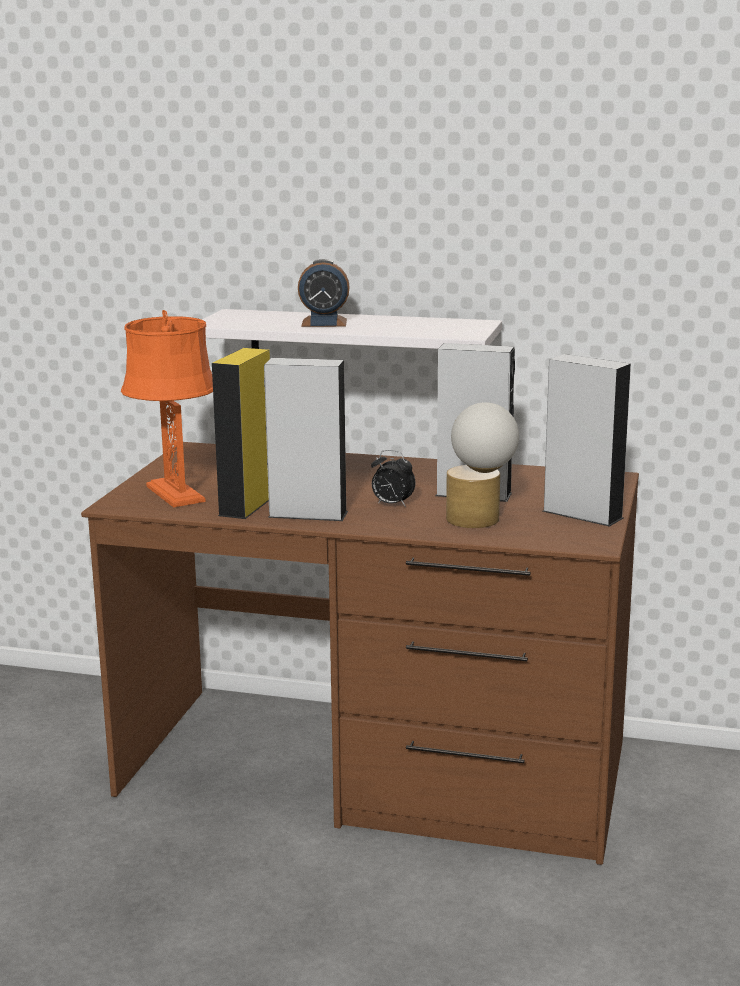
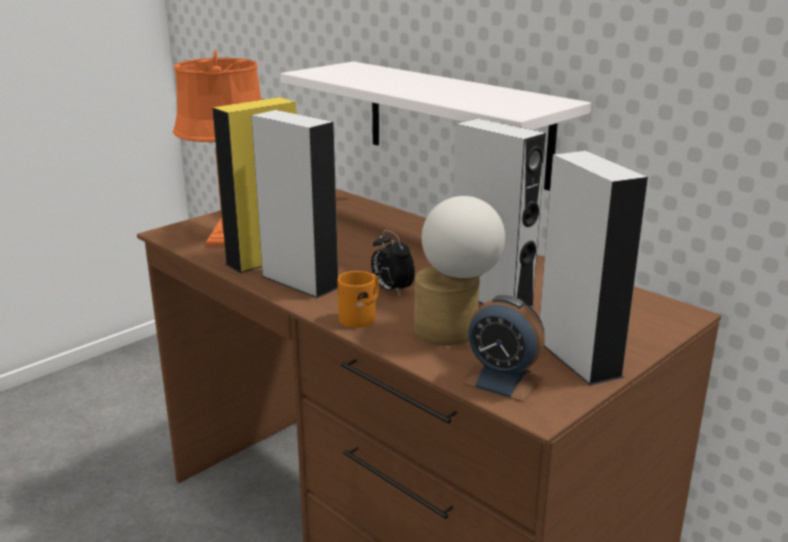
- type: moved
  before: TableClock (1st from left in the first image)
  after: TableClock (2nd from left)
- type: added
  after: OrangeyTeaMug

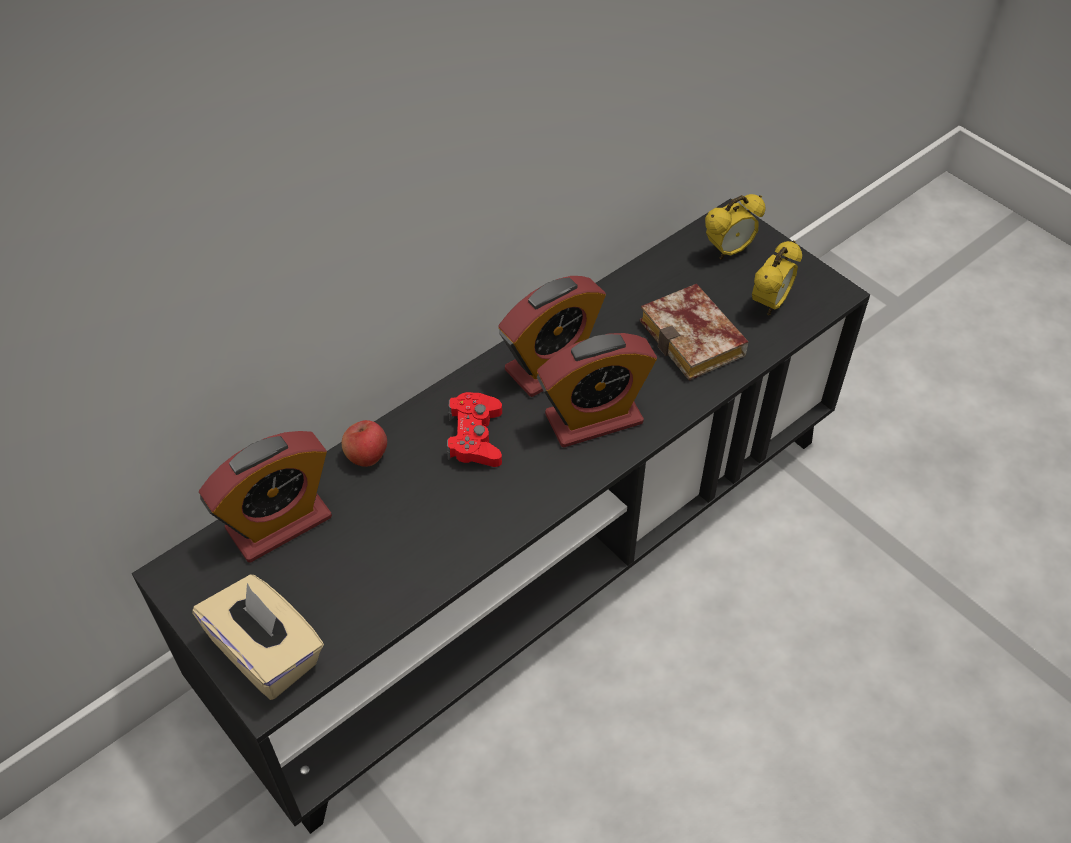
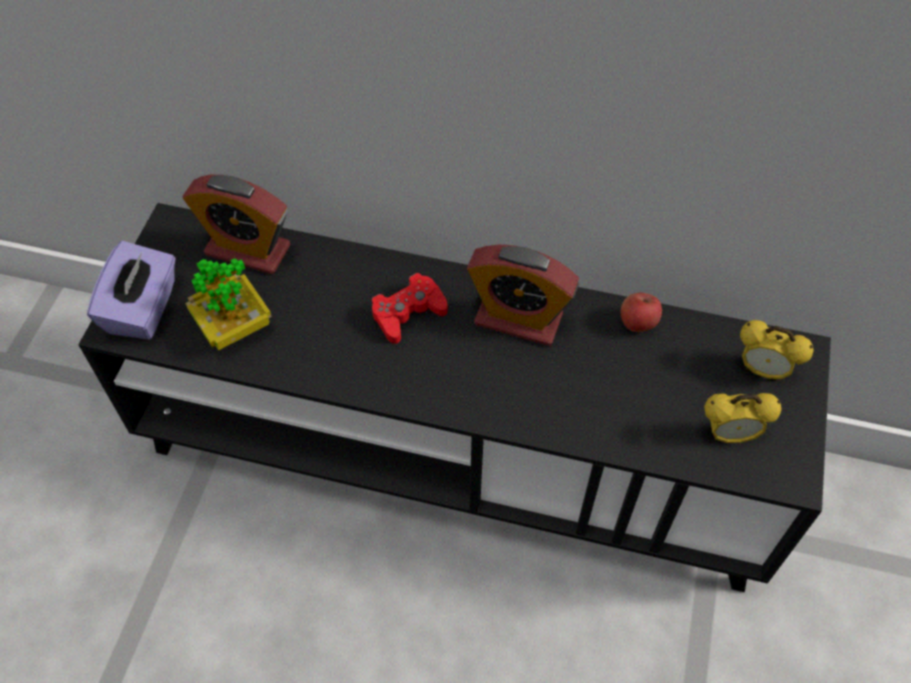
- type: removed
  before: Volume
- type: removed
  before: TableClock (3rd from left)
- type: moved
  before: Apple
- type: recoloured
  before: BeigeTissueBox
  after: PurplishTissueBox
- type: added
  after: PottedPlant

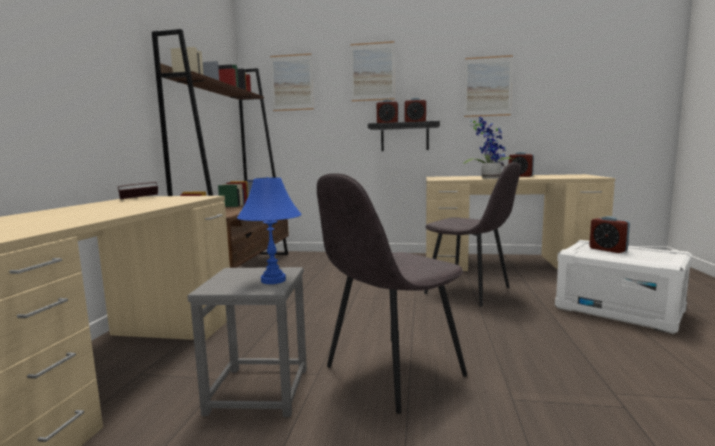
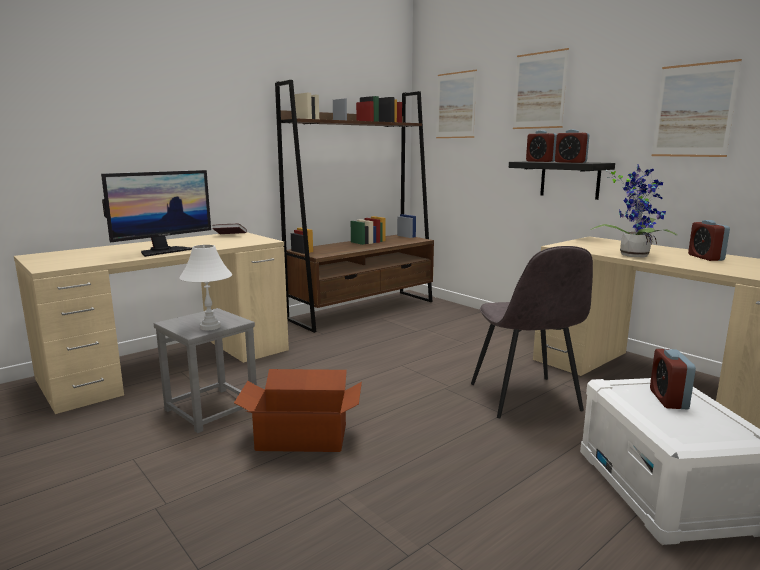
- type: replaced
  before: GreyPlainChair (1st from left)
  after: Carton
- type: recoloured
  before: BlueLampForATable
  after: WhiteLampForATable
- type: added
  after: Monitor

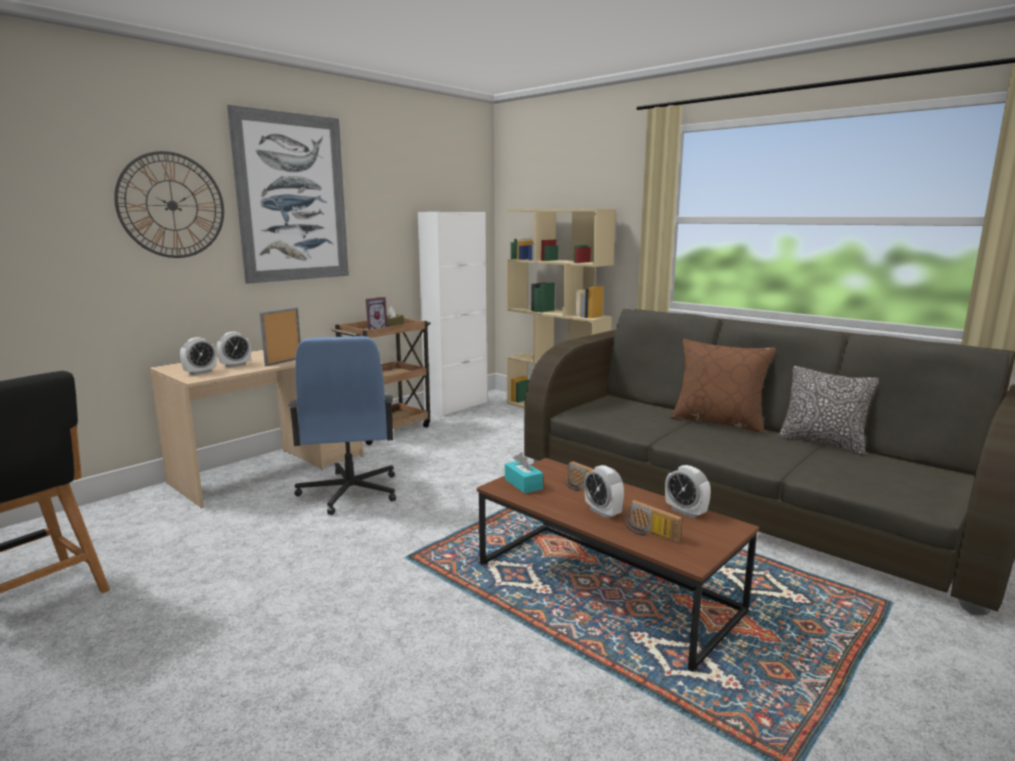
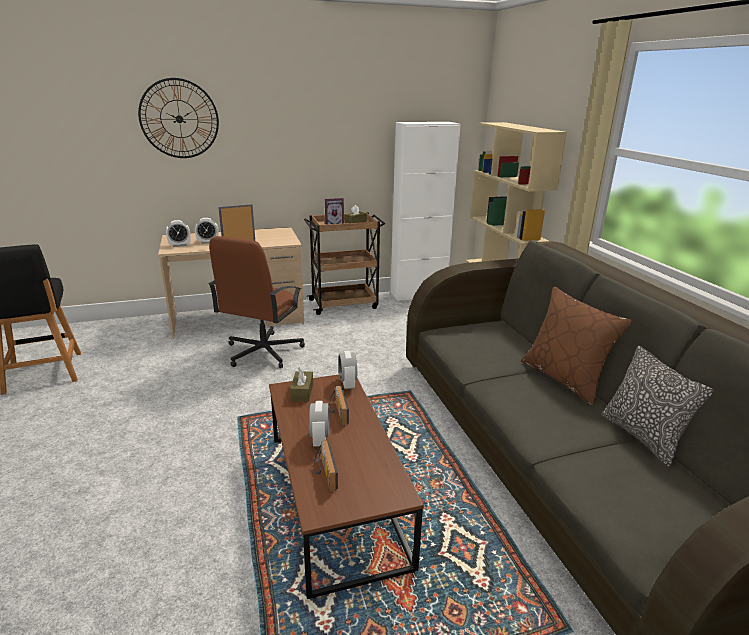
- type: removed
  before: WallPicture
- type: recoloured
  before: BlueOfficeChair
  after: BrownishOfficeChair
- type: recoloured
  before: TurquoiseTissueBox
  after: BrownishTissueBox (1st from left)
- type: moved
  before: TableClock (4th from left)

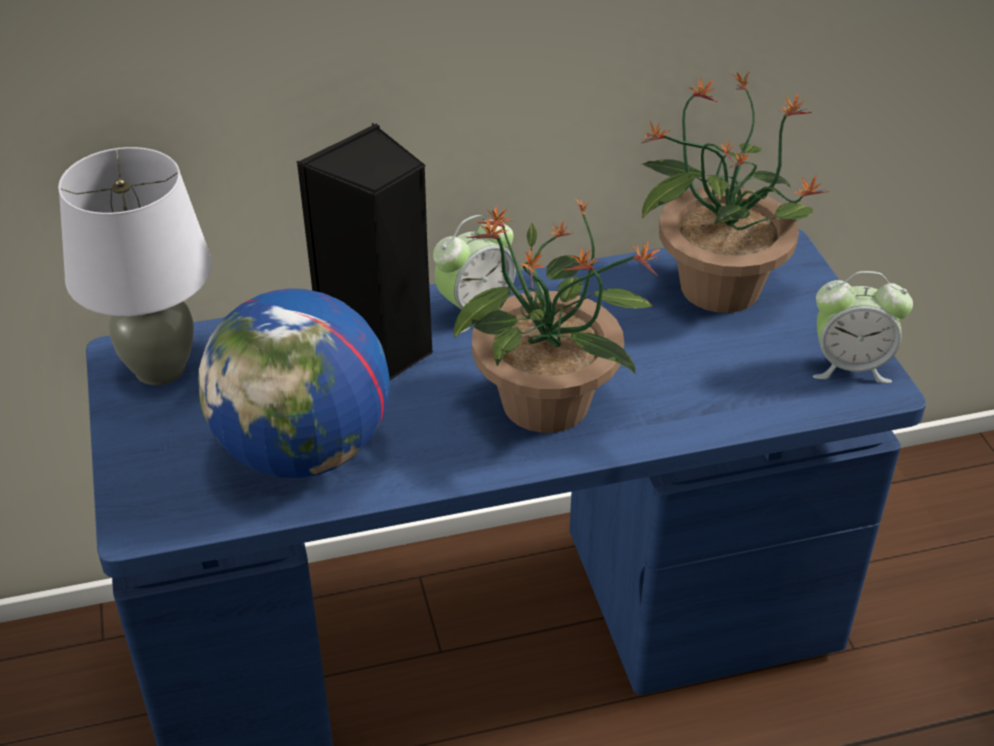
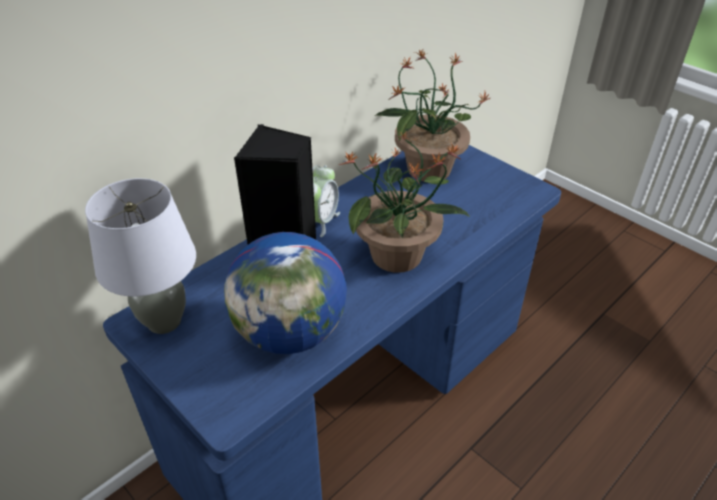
- type: removed
  before: TableClock (2nd from left)

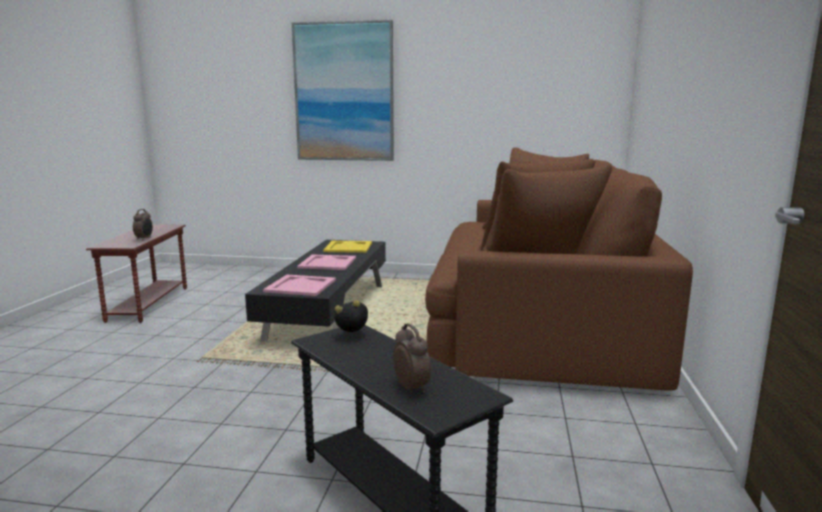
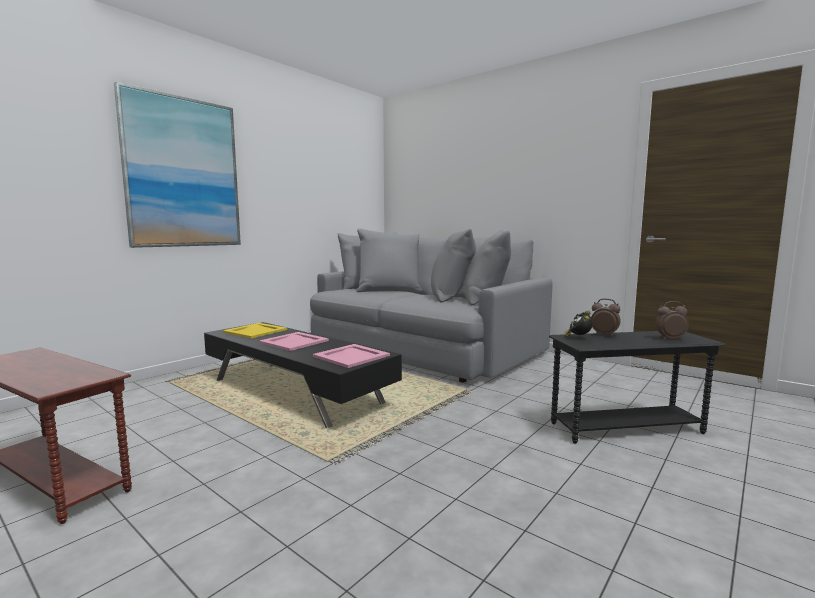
- type: recoloured
  before: BrownishSettee
  after: GreySettee
- type: moved
  before: TableClock (1st from left in the first image)
  after: TableClock (2nd from left)

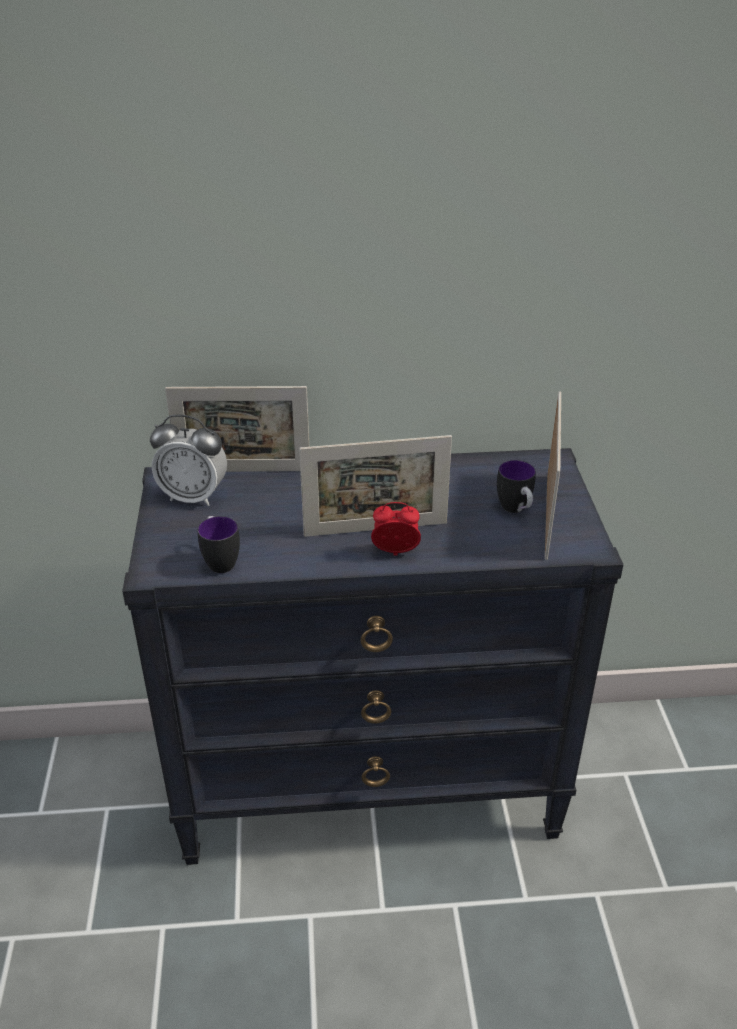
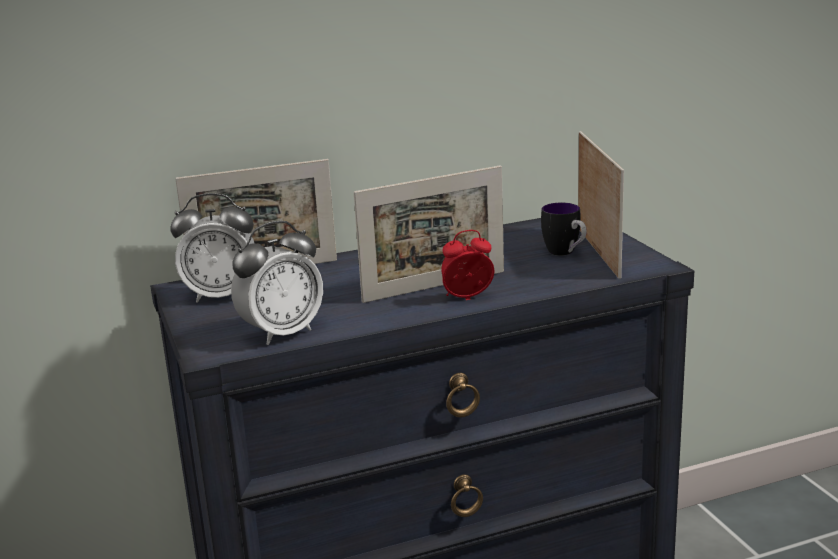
- type: replaced
  before: TeaMug (1st from left)
  after: TableClock (2nd from left)

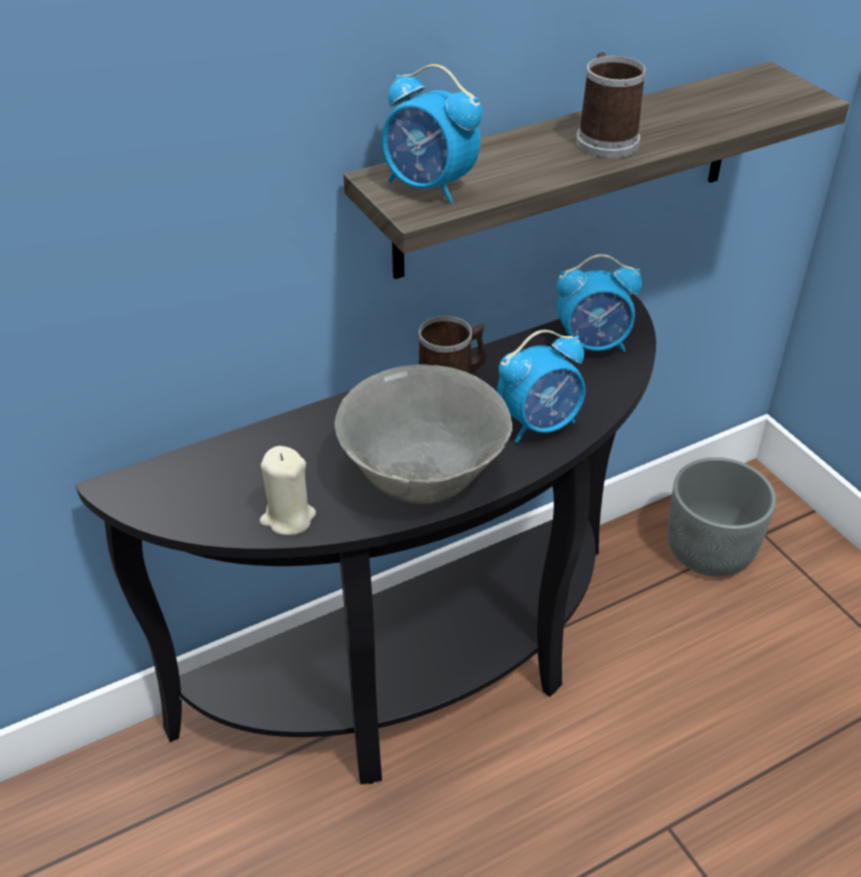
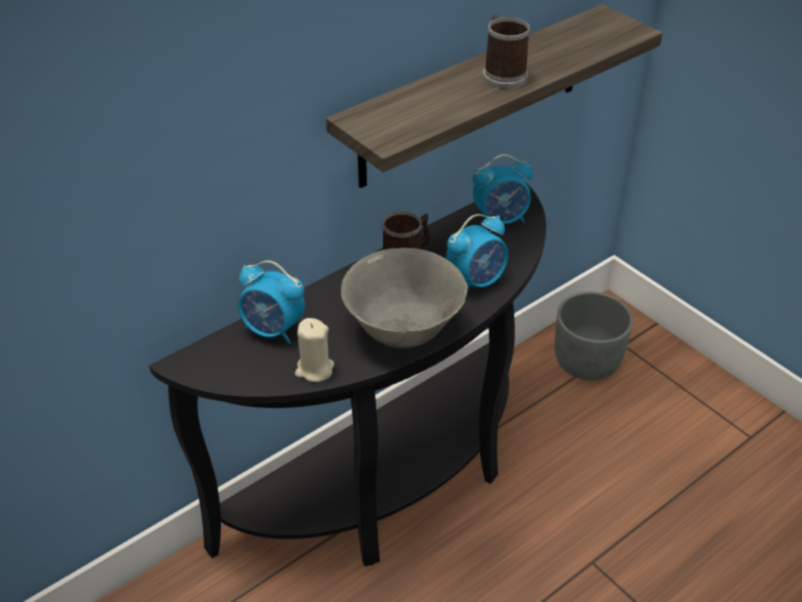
- type: moved
  before: TableClock (1st from left)

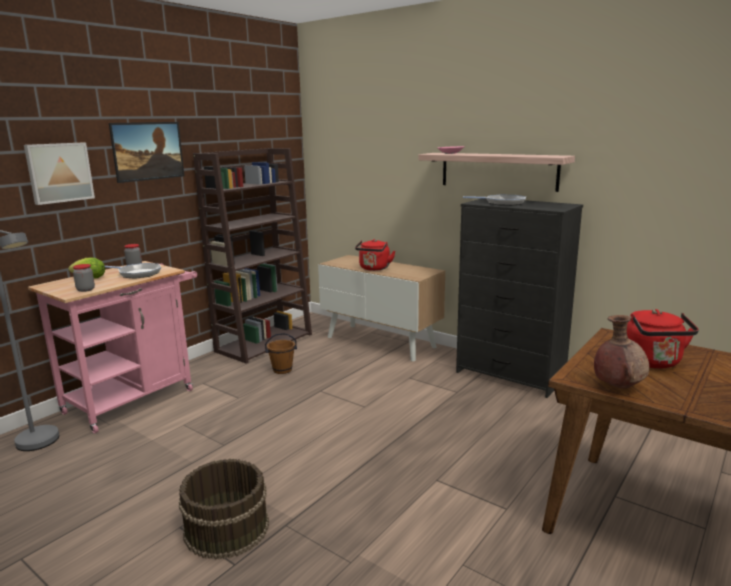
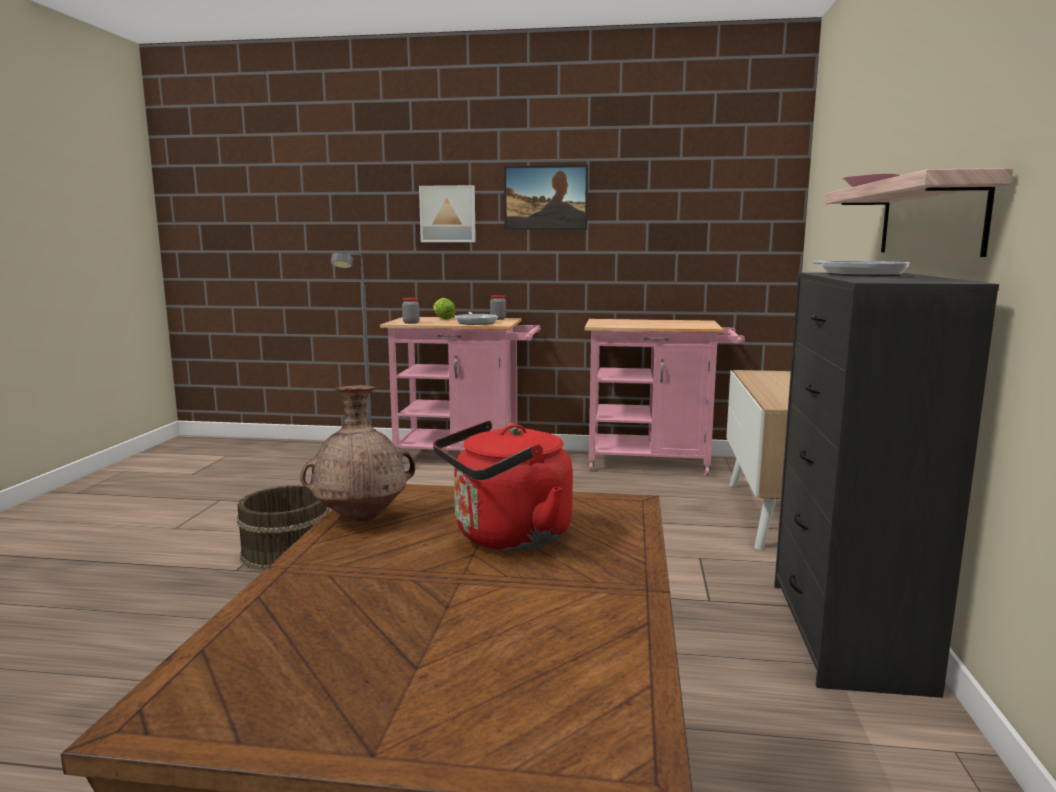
- type: replaced
  before: BrownishBookshelf
  after: PinkWheeledCart (2nd from left)
- type: removed
  before: ReddishTeaKettle (1st from left)
- type: removed
  before: BrownishBucket (2nd from left)

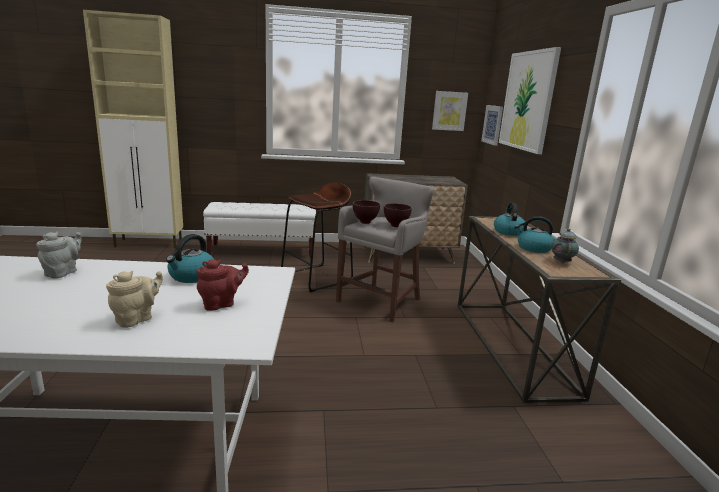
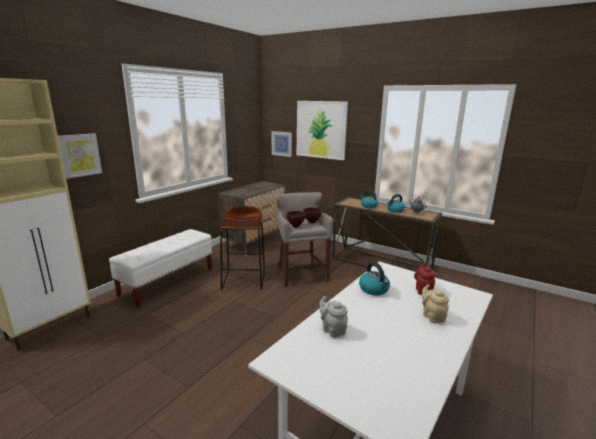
- type: moved
  before: WallPicture (1st from left)

